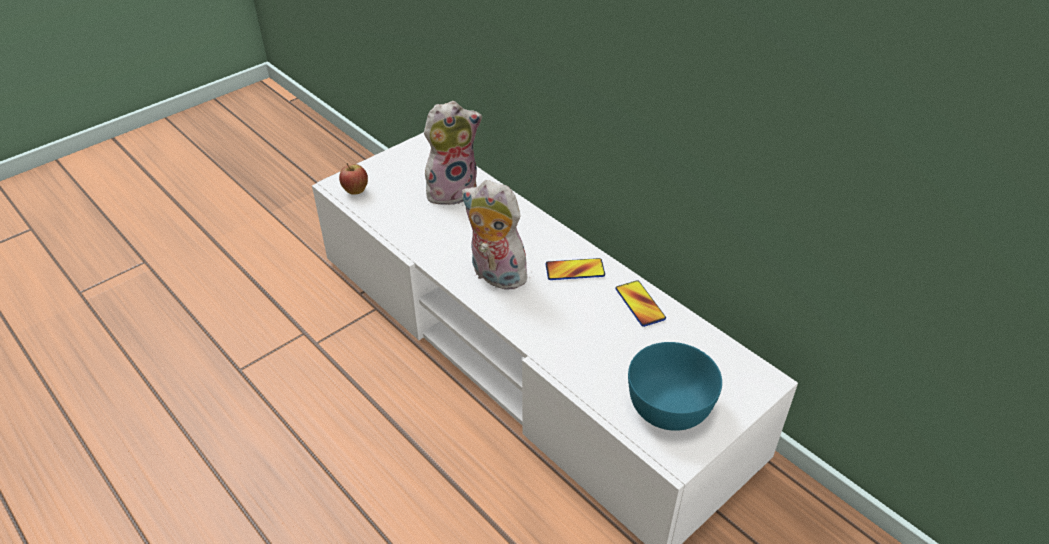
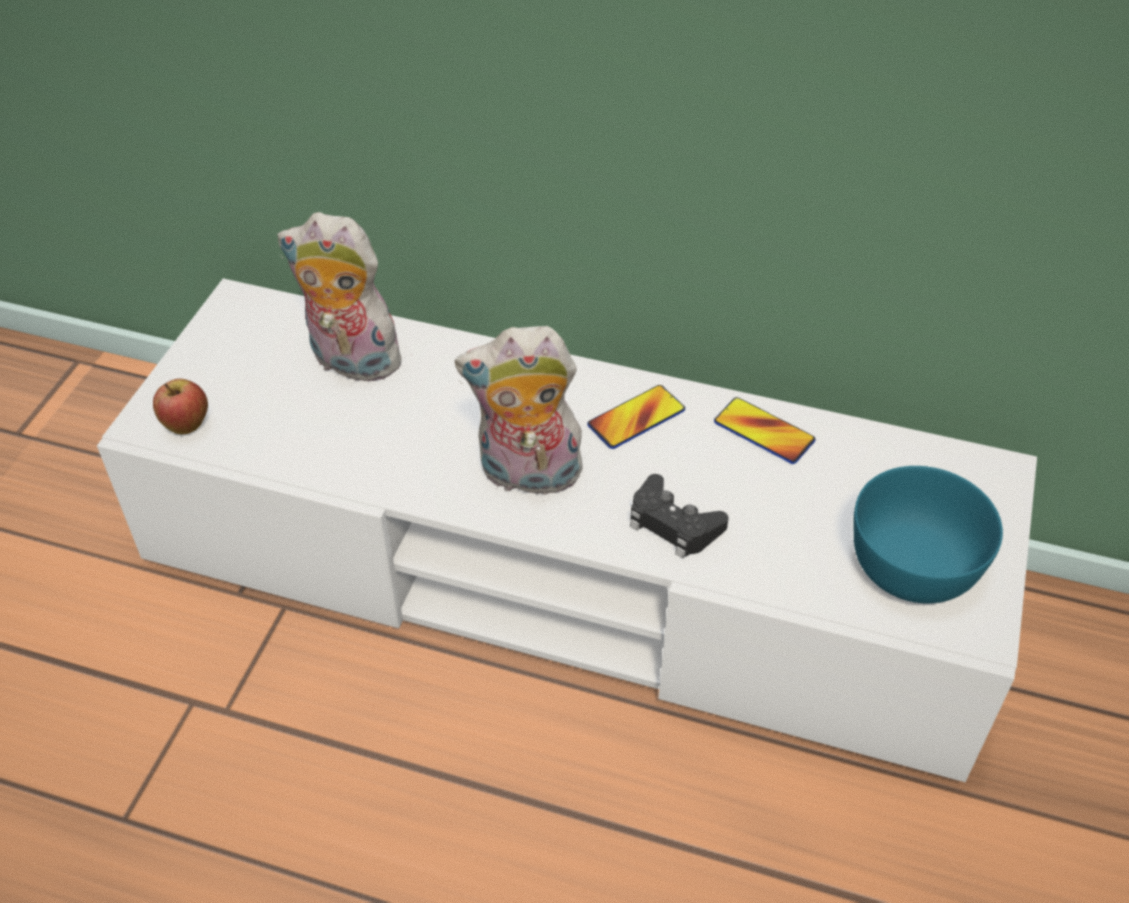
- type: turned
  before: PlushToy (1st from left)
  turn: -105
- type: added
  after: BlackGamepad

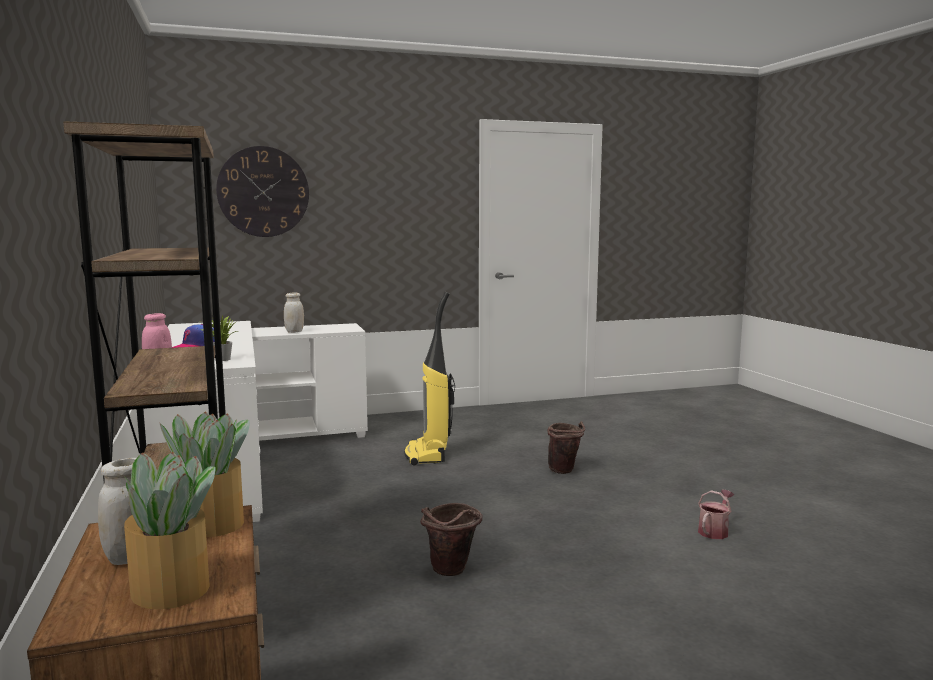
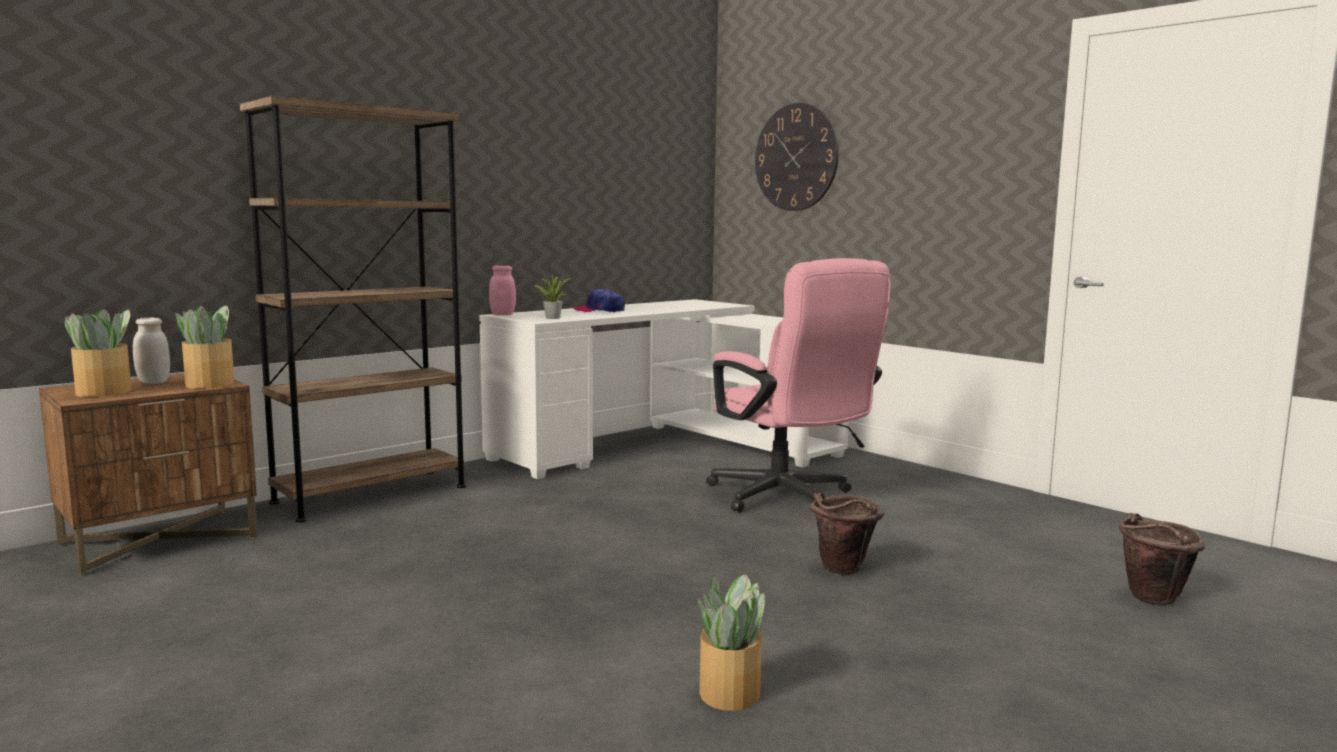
- type: removed
  before: WhitePreserveJar (2nd from left)
- type: replaced
  before: Hoover
  after: PinkOfficeChair
- type: replaced
  before: SprinklingCan
  after: PottedPlant (4th from left)
- type: moved
  before: BrownishBucket (1st from left in the first image)
  after: BrownishBucket (2nd from left)

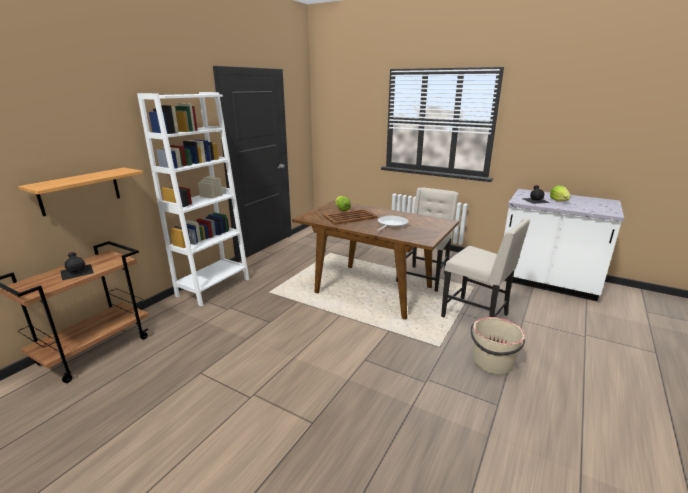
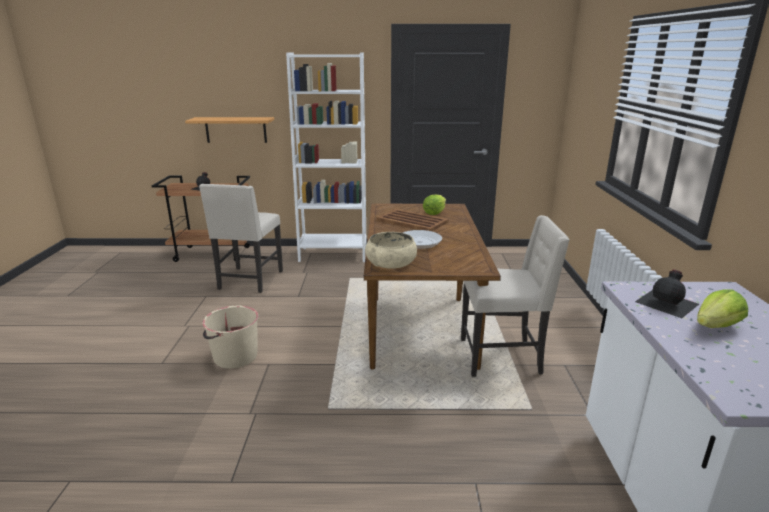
- type: moved
  before: BeigePlainChair (2nd from left in the first image)
  after: BeigePlainChair (1st from left)
- type: moved
  before: BeigeBucket
- type: added
  after: BeigeDeepDish

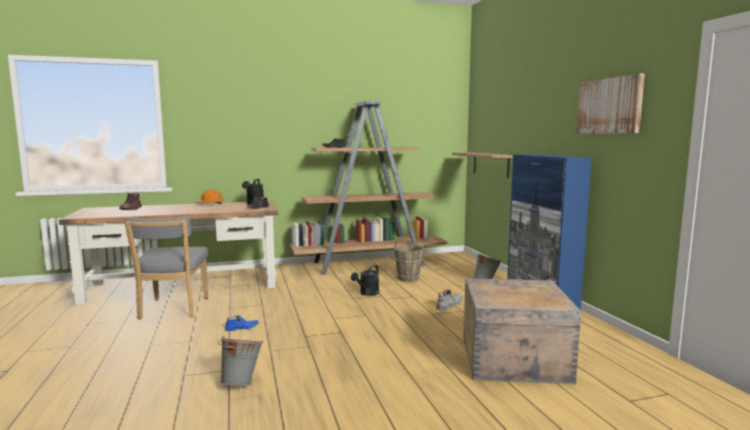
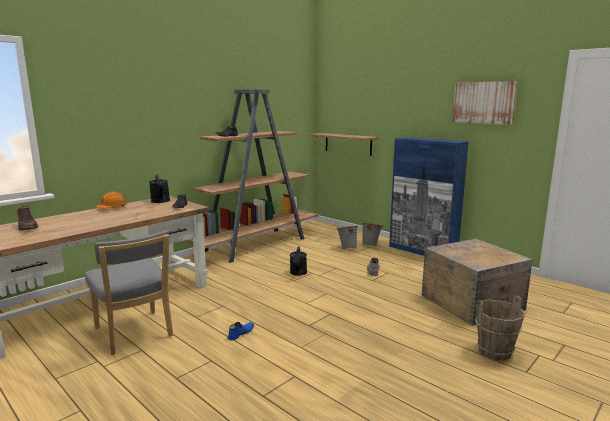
- type: moved
  before: BrownishBucket
- type: moved
  before: GreyBucket (1st from left)

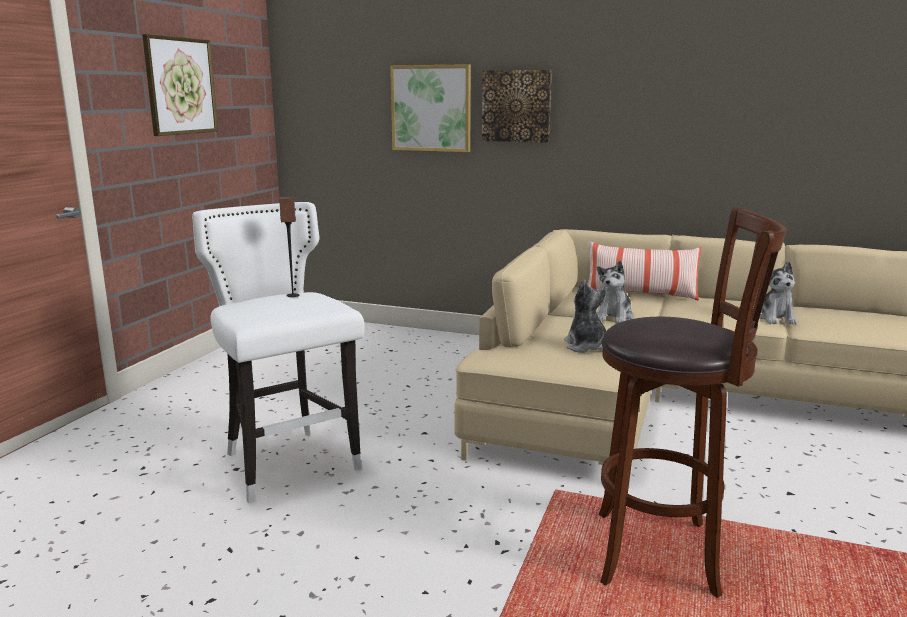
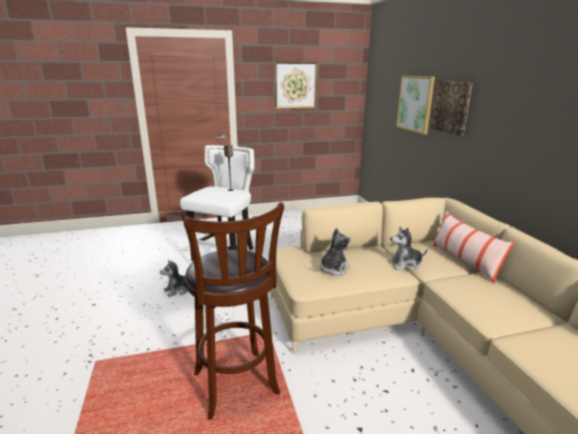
- type: moved
  before: PlushToy (3rd from left in the first image)
  after: PlushToy (1st from left)

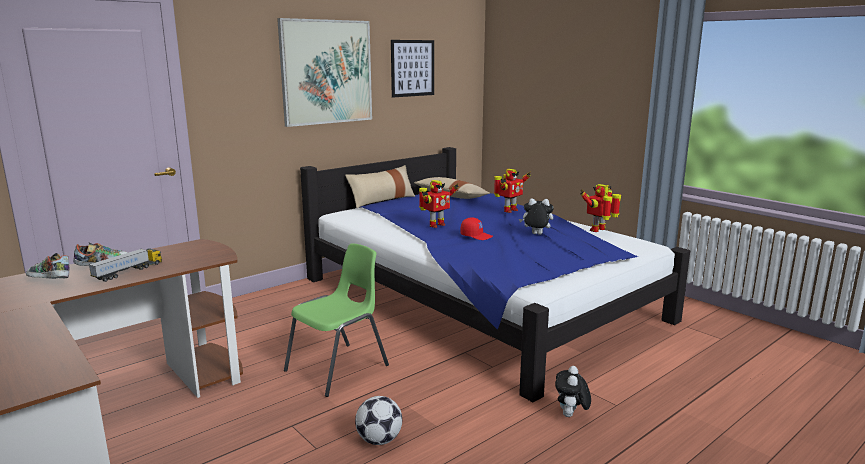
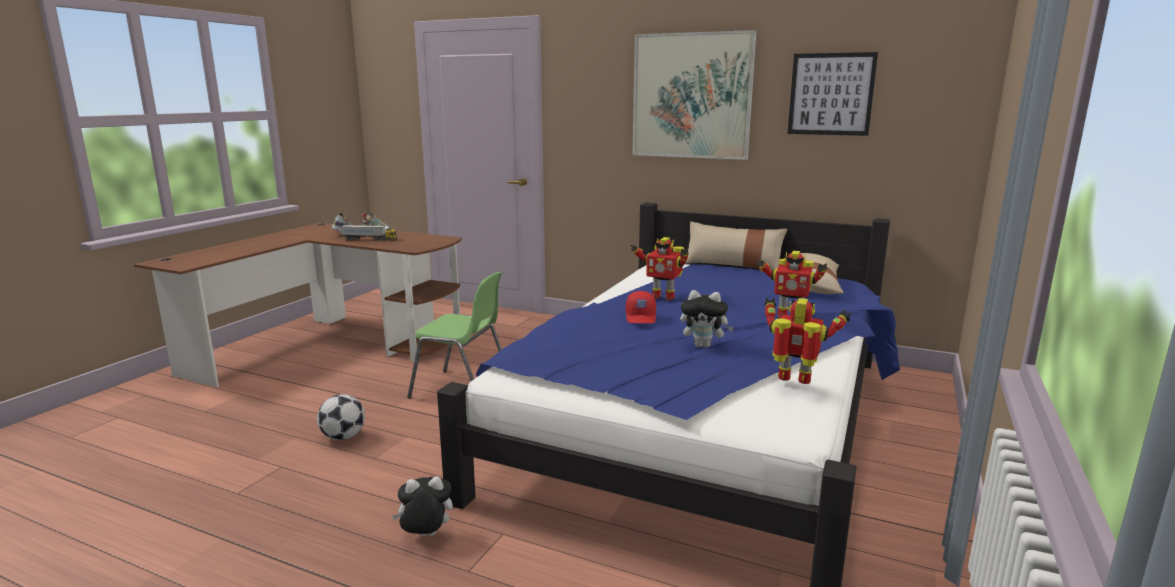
- type: turned
  before: PlushToy (1st from left in the first image)
  turn: 120

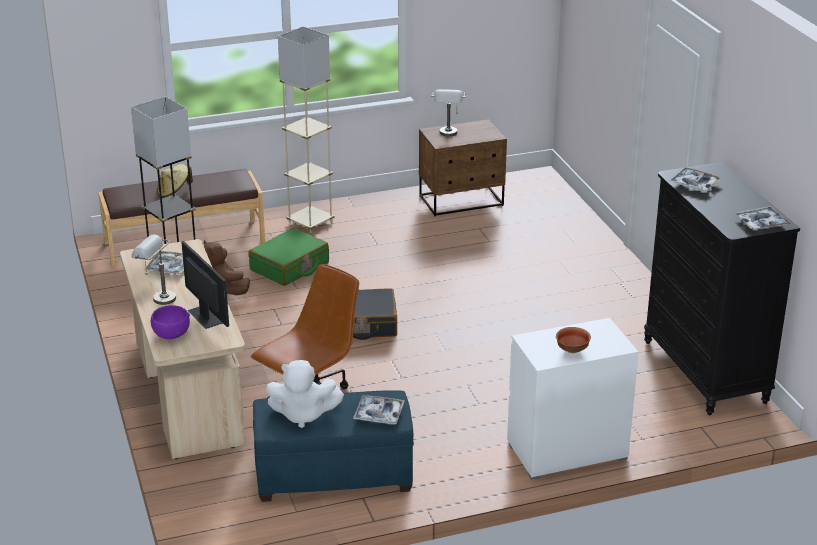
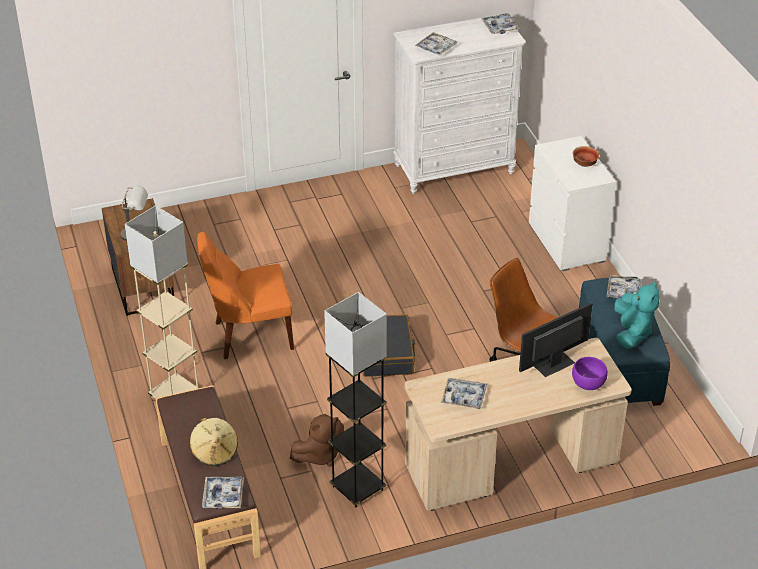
- type: recoloured
  before: BlackDresser
  after: WhiteDresser (1st from left)
- type: removed
  before: GreenColouredPieceOfLuggage
- type: removed
  before: GreyLampForATable (1st from left)
- type: recoloured
  before: WhitePlushToy
  after: TurquoisePlushToy
- type: added
  after: OrangeyPlainChair
- type: added
  after: Tray (1st from left)

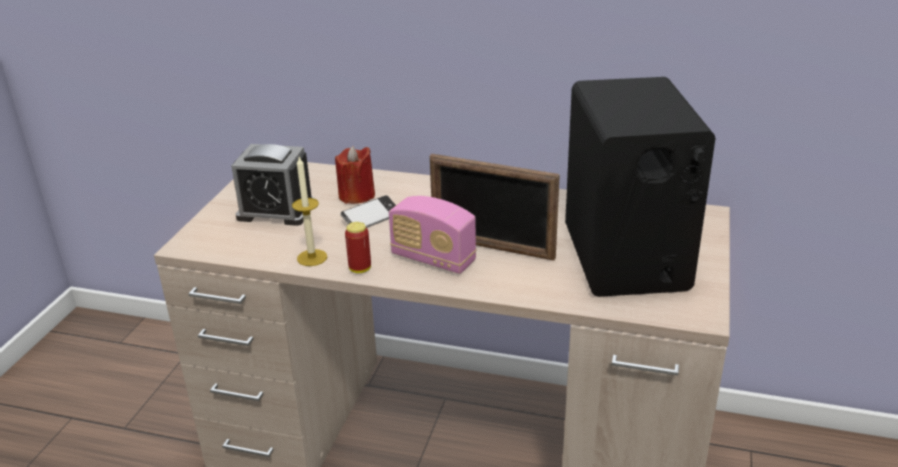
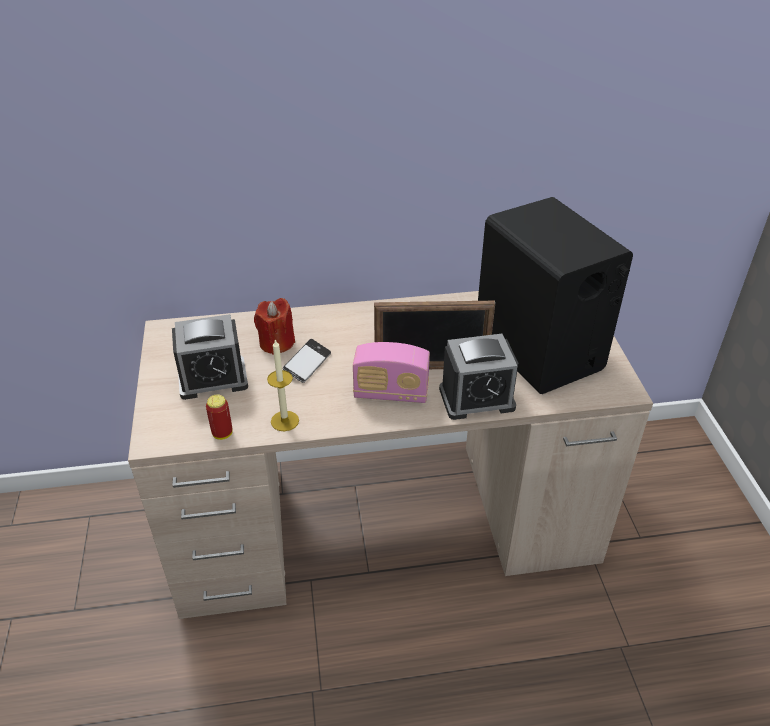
- type: moved
  before: SealedCan
- type: added
  after: TableClock (2nd from left)

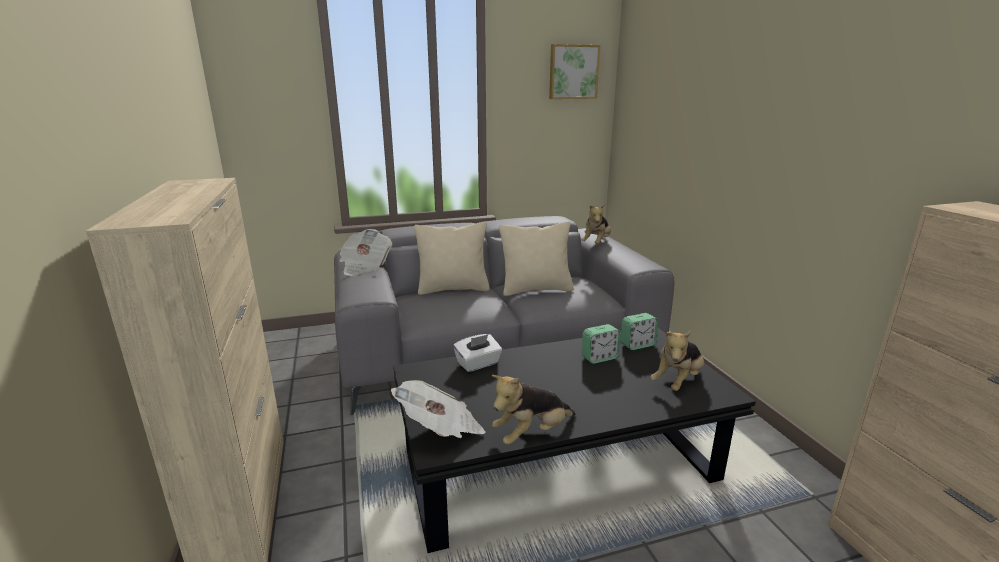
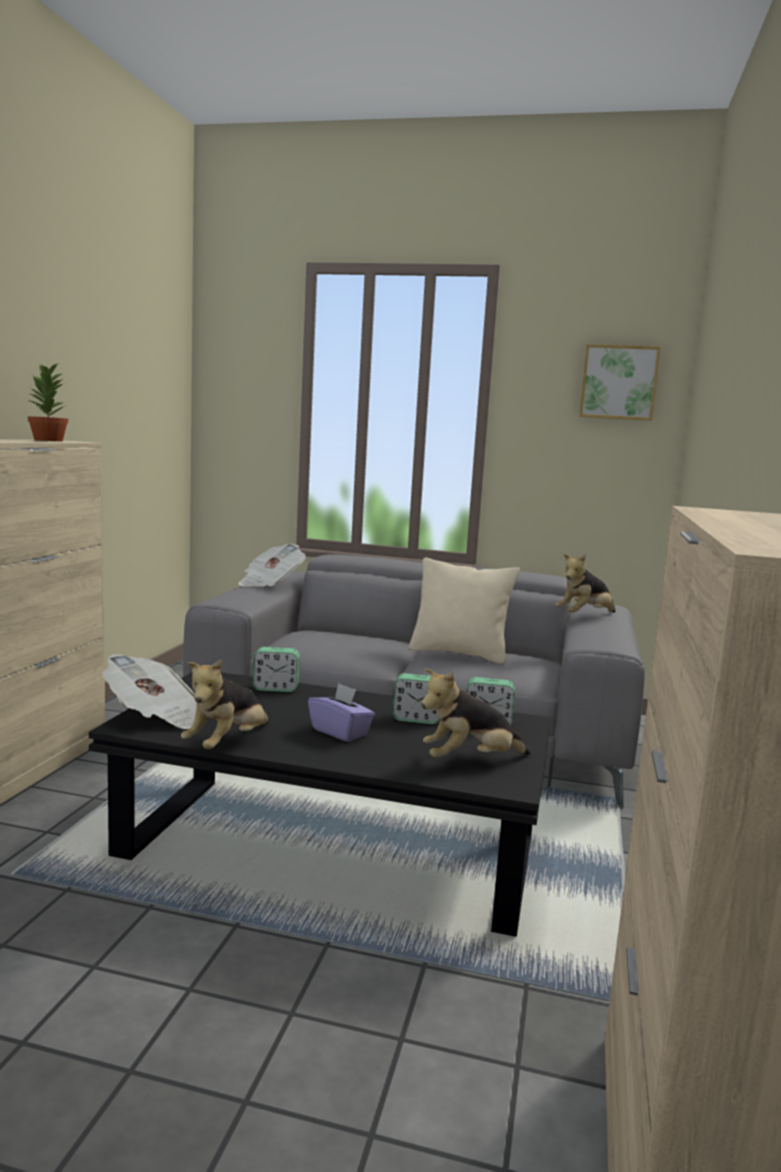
- type: removed
  before: BeigePillow (1st from left)
- type: replaced
  before: WhiteTissueBox
  after: TableClock (1st from left)
- type: turned
  before: PlushToy (1st from left)
  turn: -60
- type: added
  after: PottedPlant
- type: added
  after: PurplishTissueBox

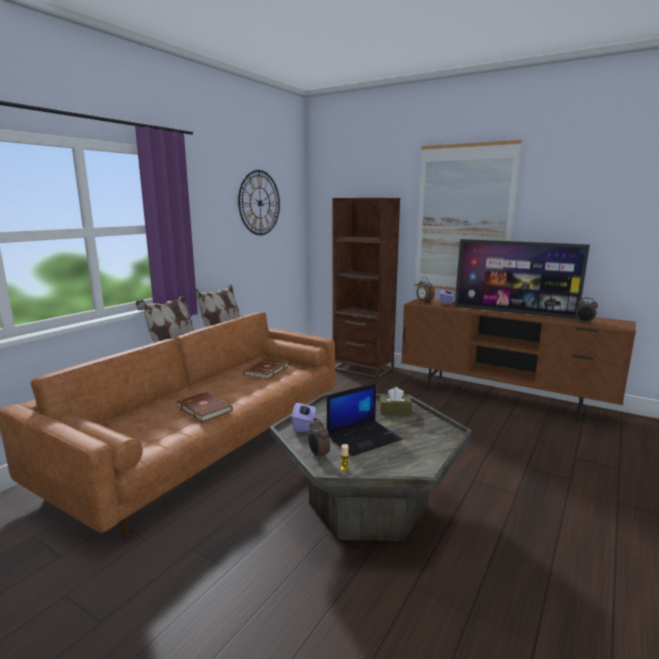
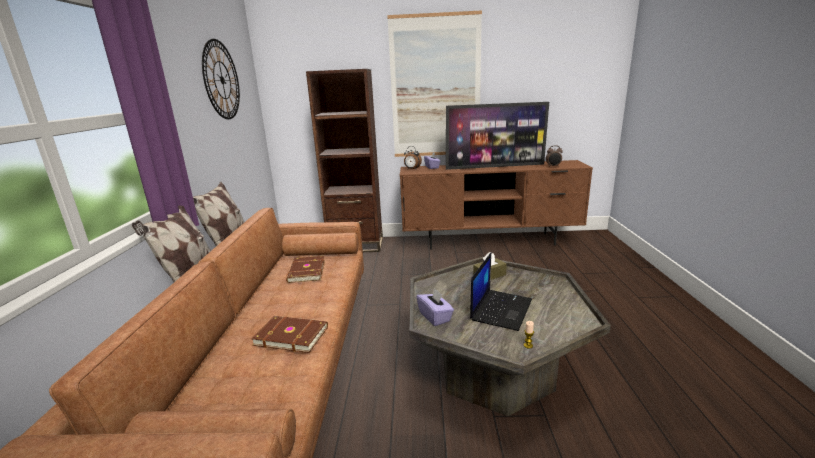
- type: removed
  before: TableClock (1st from left)

